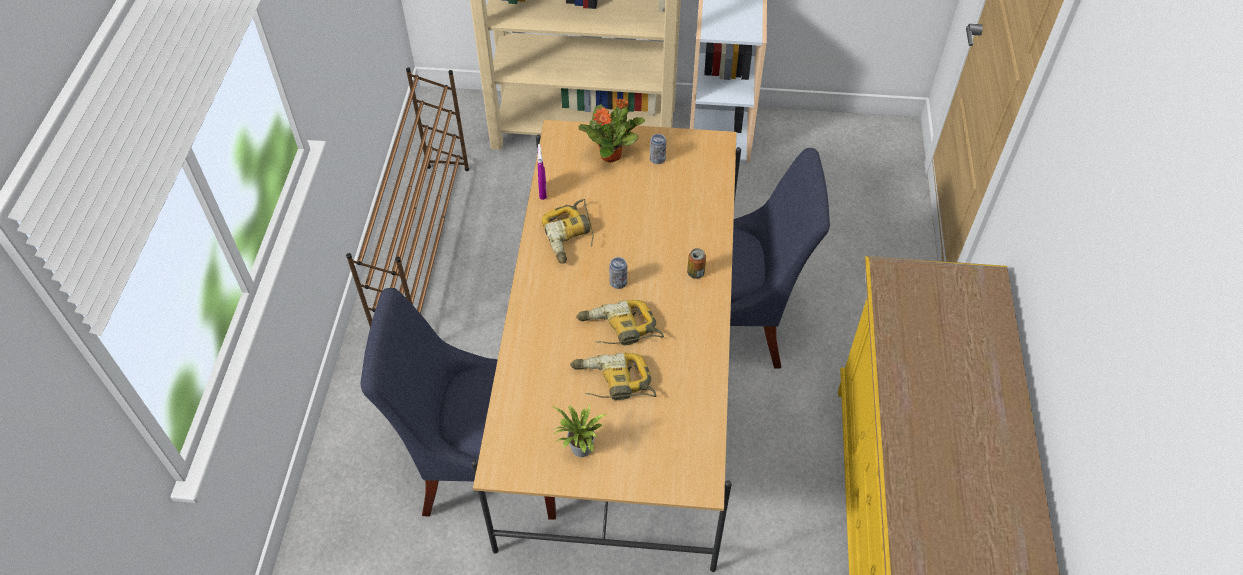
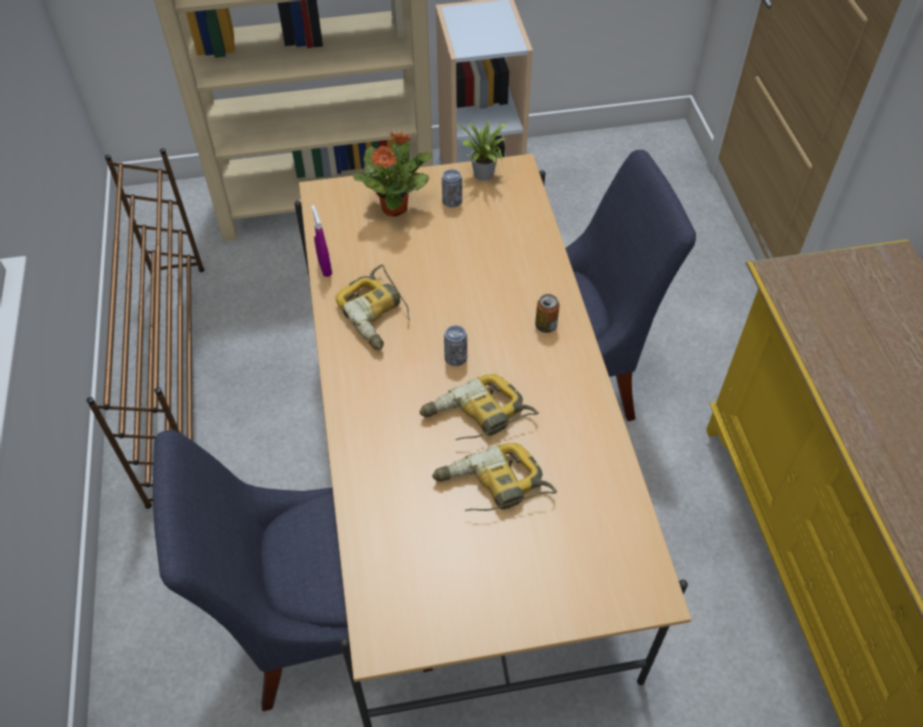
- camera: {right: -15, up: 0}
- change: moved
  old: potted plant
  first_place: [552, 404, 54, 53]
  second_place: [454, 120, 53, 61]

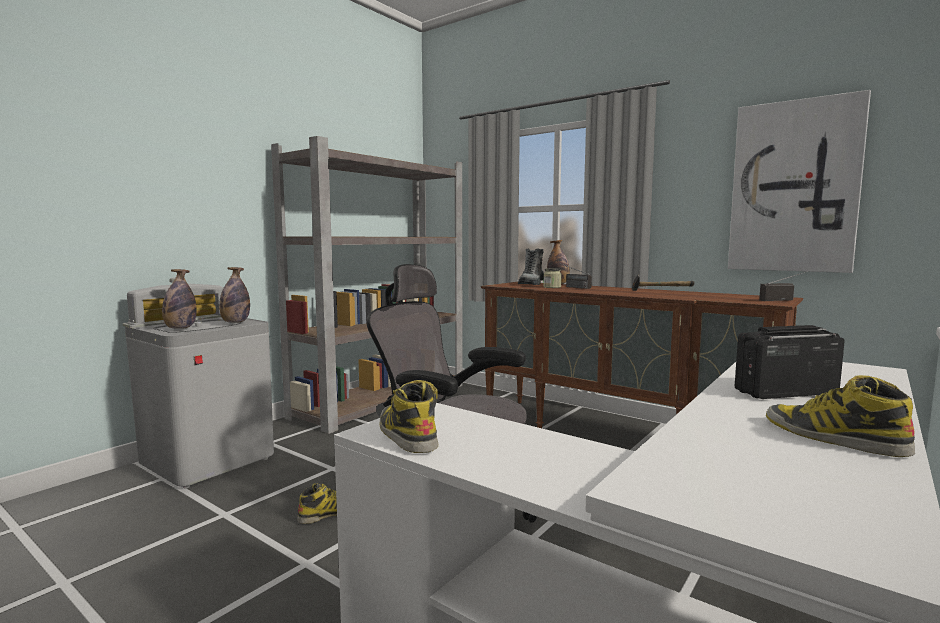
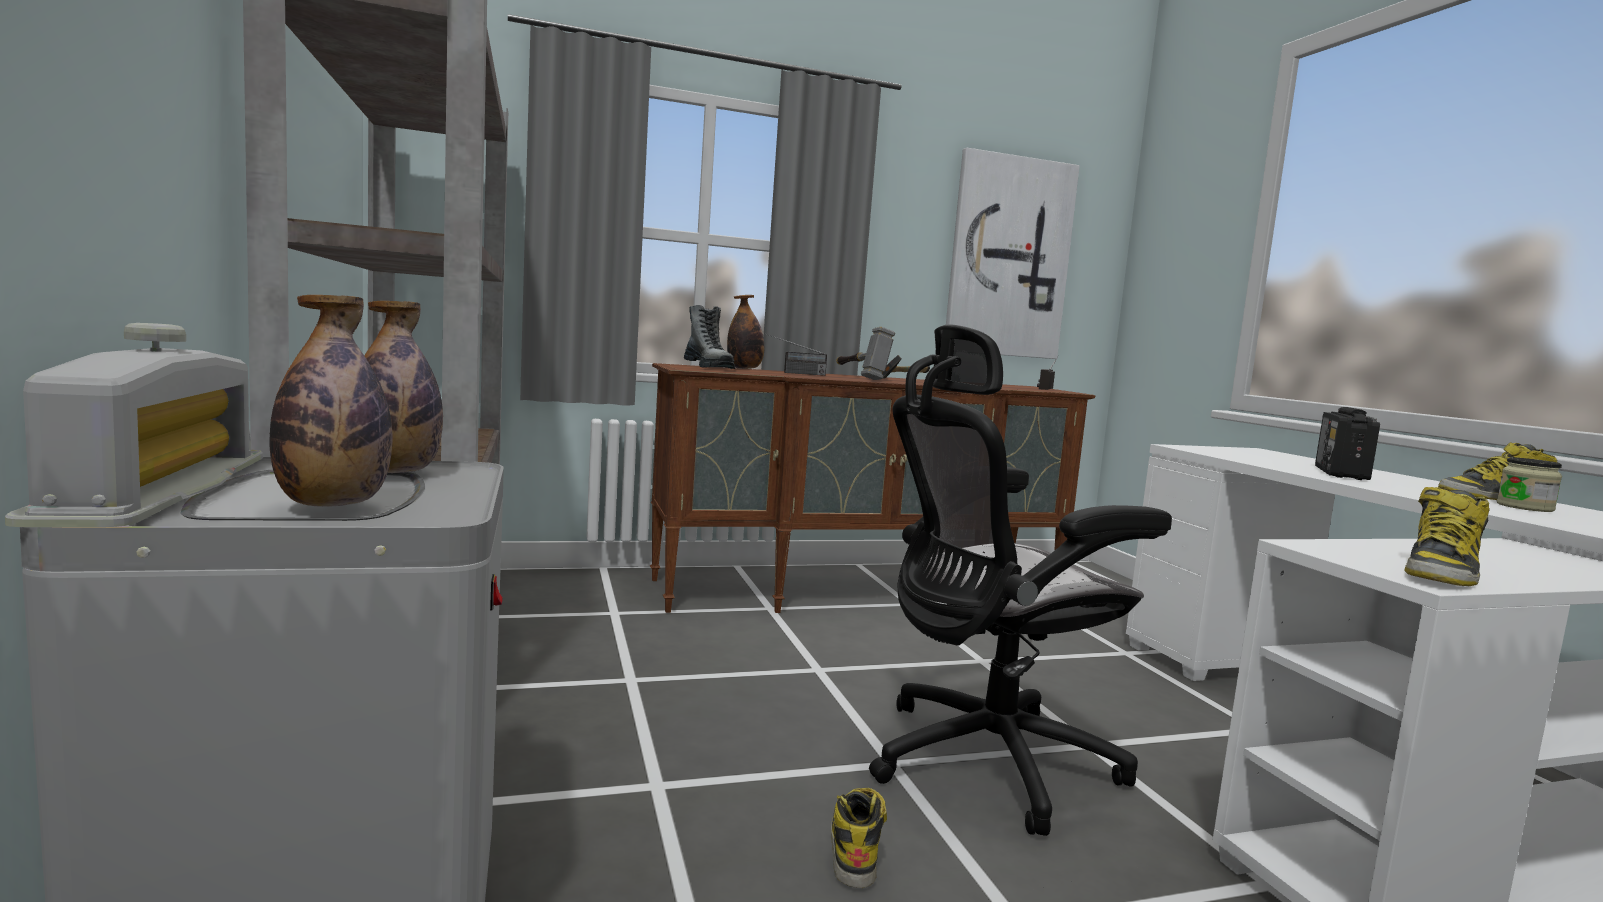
- camera: {right: -55, up: 0}
- change: turned
  old: boot
  first_place: [379, 380, 59, 73]
  second_place: [1404, 487, 86, 99]
  degrees: -60
- change: moved
  old: jar
  first_place: [543, 268, 18, 20]
  second_place: [1497, 457, 65, 55]
- change: added
  new: hammer
  second_place: [836, 327, 59, 53]

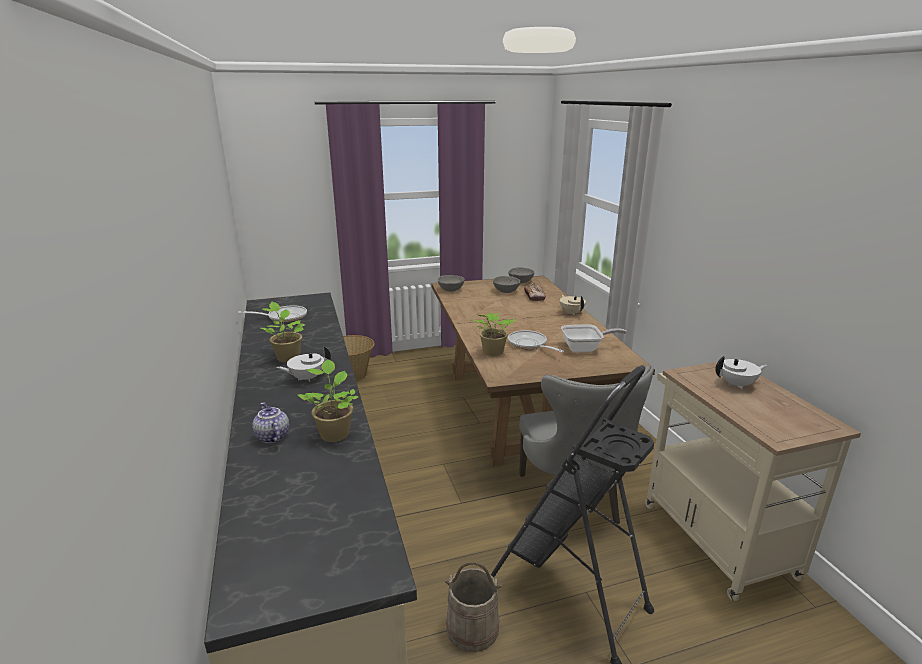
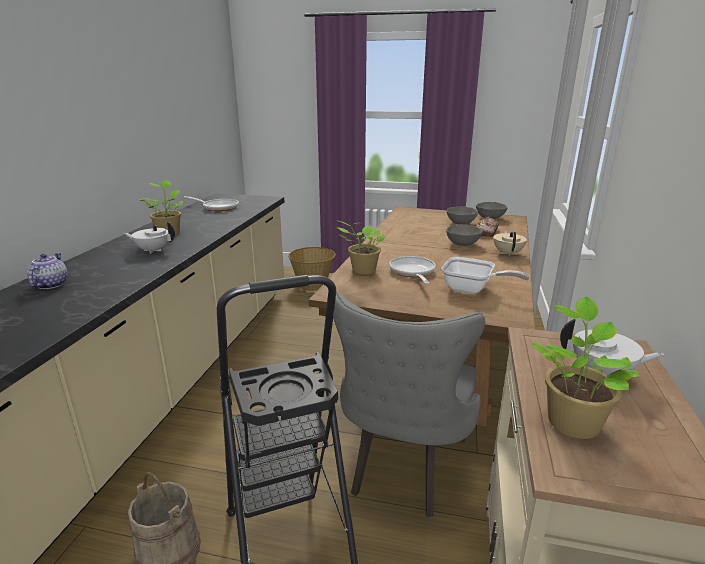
- camera: {right: 30, up: 0}
- change: moved
  old: potted plant
  first_place: [298, 359, 60, 83]
  second_place: [532, 296, 109, 143]
- change: moved
  old: grey bowl
  first_place: [438, 275, 27, 17]
  second_place: [446, 224, 37, 22]

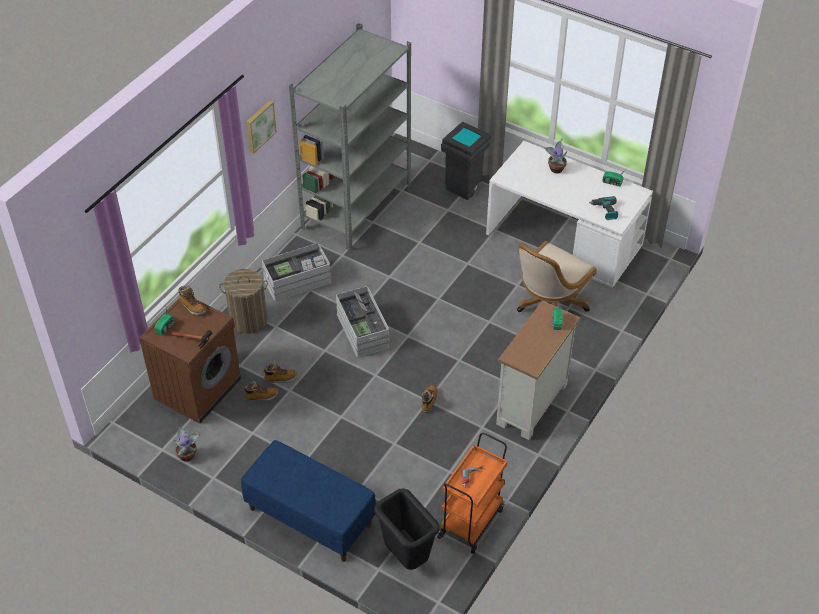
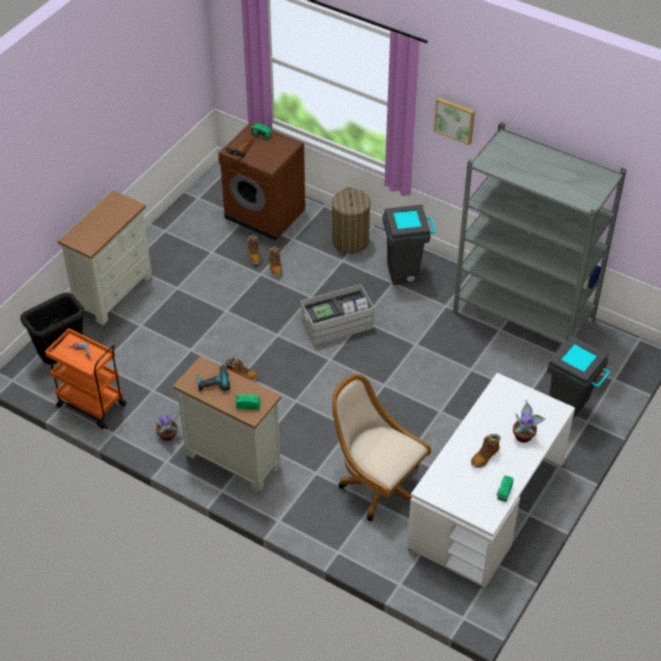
- camera: {right: 90, up: 0}
- change: moved
  old: potted plant
  first_place: [173, 425, 27, 37]
  second_place: [153, 409, 27, 32]
- change: moved
  old: boot
  first_place: [179, 286, 27, 29]
  second_place: [471, 434, 29, 34]
- change: replaced
  old: blue bench
  new: white dresser
  first_place: [241, 440, 135, 122]
  second_place: [58, 190, 94, 135]
- change: replaced
  old: grey storage box
  new: grey trash can
  first_place: [262, 243, 70, 58]
  second_place: [383, 205, 53, 80]
- change: moved
  old: power drill
  first_place: [589, 196, 29, 24]
  second_place: [196, 364, 34, 27]

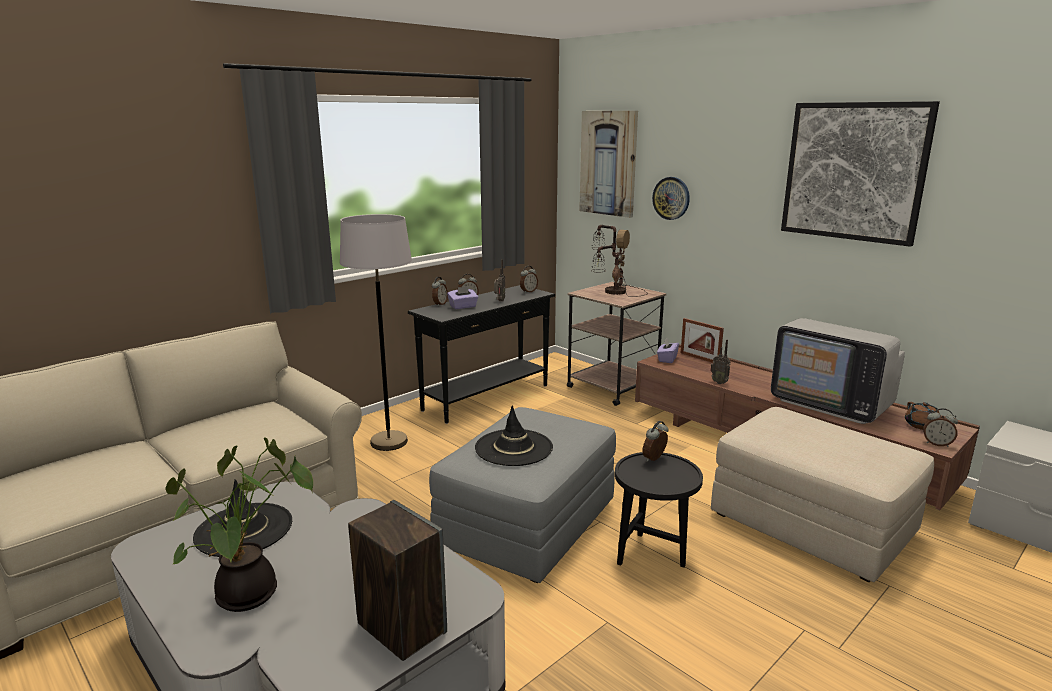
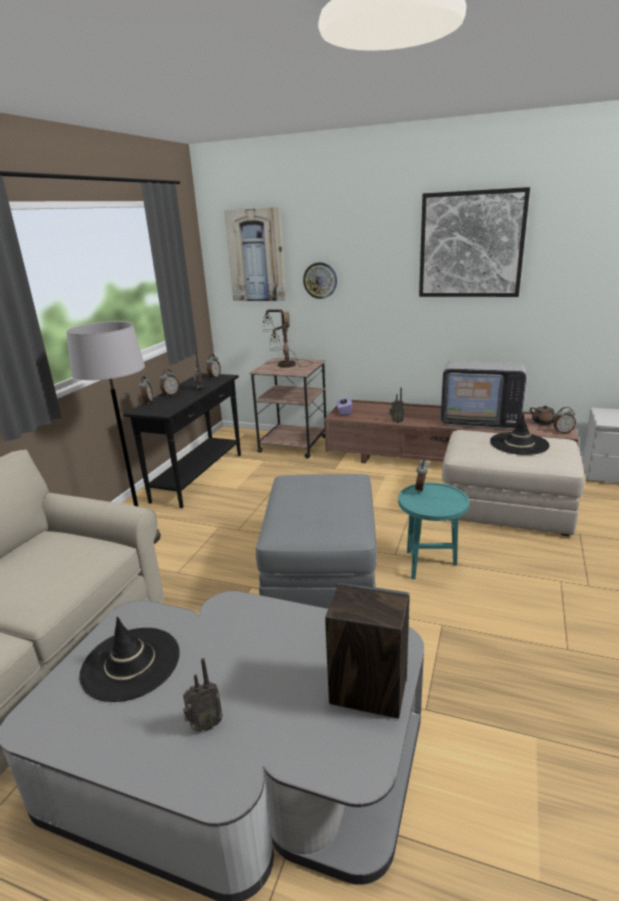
- camera: {right: -25, up: 5}
- change: replaced
  old: potted plant
  new: radio
  first_place: [165, 437, 148, 175]
  second_place: [183, 658, 40, 74]
- change: removed
  old: purple tissue box
  first_place: [447, 286, 31, 23]
- change: moved
  old: black hat
  first_place: [475, 405, 78, 61]
  second_place: [490, 413, 60, 42]
- change: recoloured
  old: black side table
  new: turquoise side table
  first_place: [615, 452, 88, 116]
  second_place: [398, 483, 71, 96]
- change: removed
  old: picture frame
  first_place: [681, 318, 43, 45]

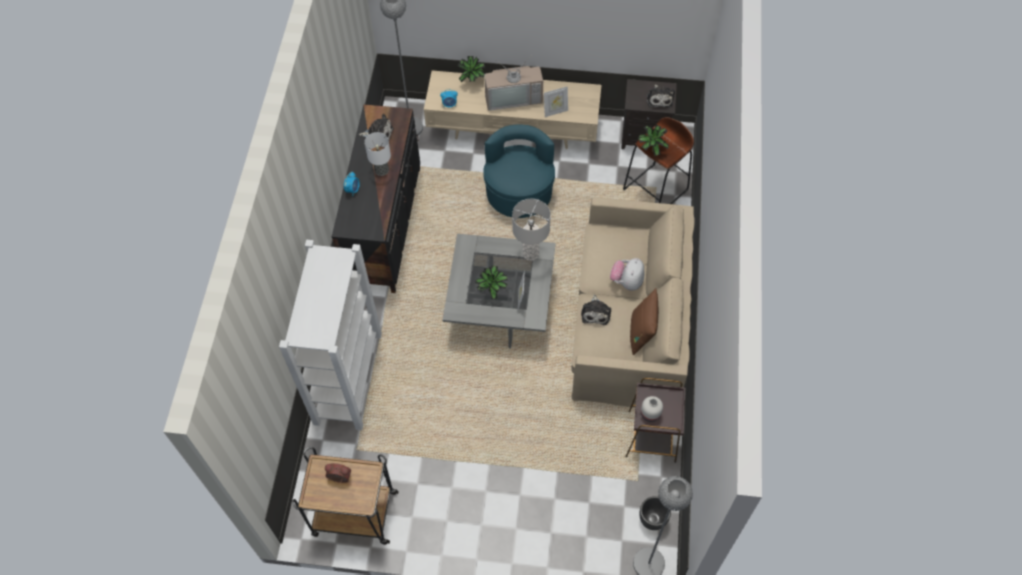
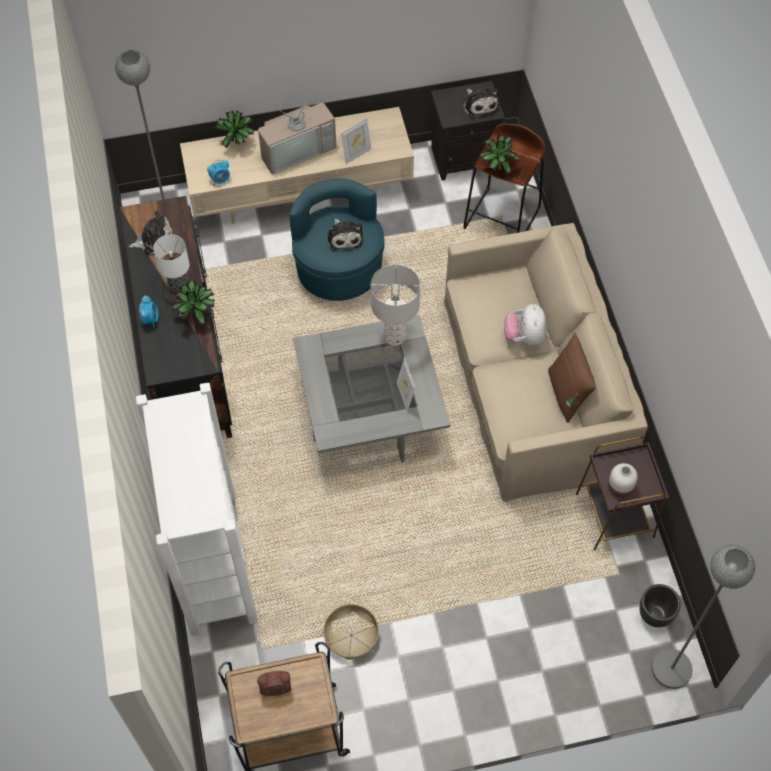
- camera: {right: -20, up: 0}
- change: moved
  old: potted plant
  first_place: [475, 265, 33, 35]
  second_place: [172, 281, 43, 44]
- change: moved
  old: plush toy
  first_place: [581, 295, 30, 30]
  second_place: [327, 218, 36, 34]
- change: added
  new: basket
  second_place: [323, 604, 56, 56]

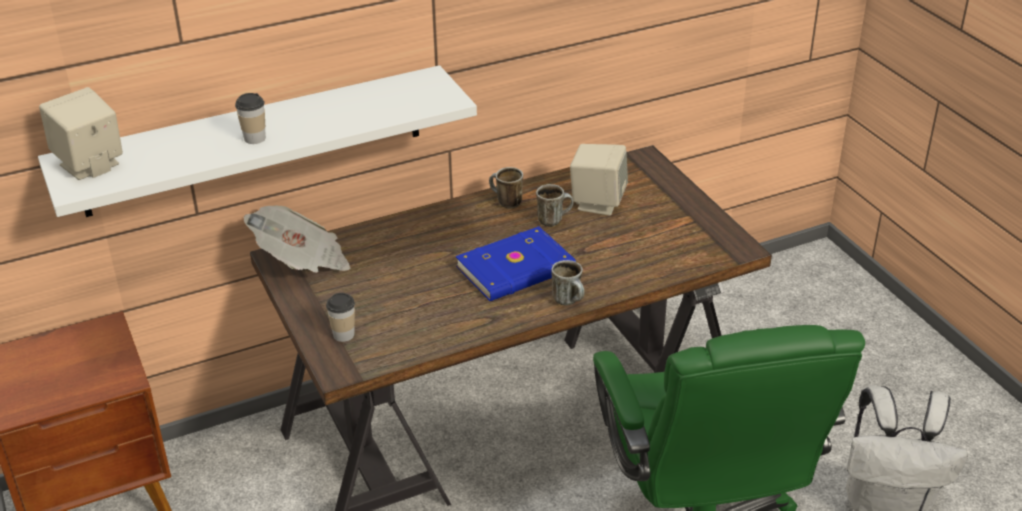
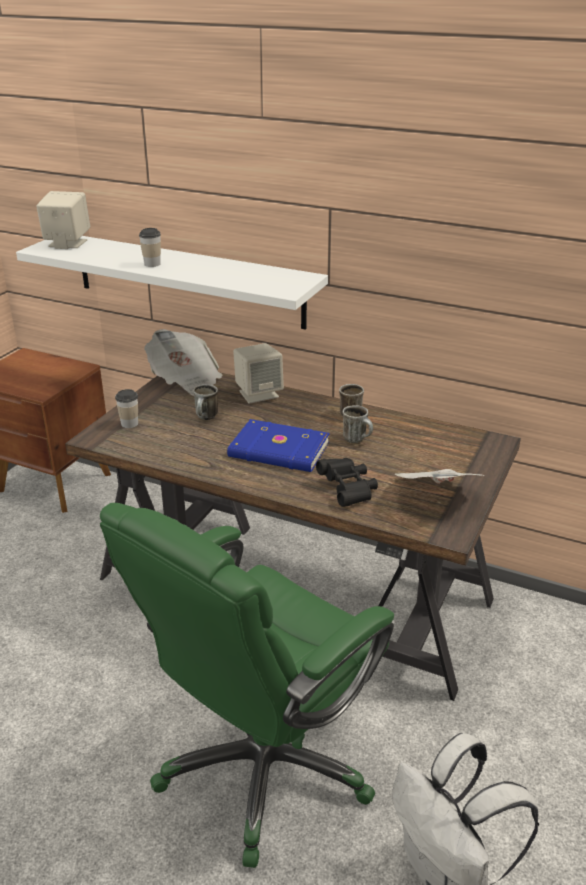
- camera: {right: 50, up: -5}
- change: moved
  old: mug
  first_place: [551, 260, 33, 46]
  second_place: [193, 384, 25, 36]
- change: moved
  old: beige speaker
  first_place: [570, 144, 58, 72]
  second_place: [233, 343, 51, 61]
- change: added
  new: black binoculars
  second_place: [316, 458, 62, 49]
- change: added
  new: newspaper
  second_place: [394, 469, 92, 15]

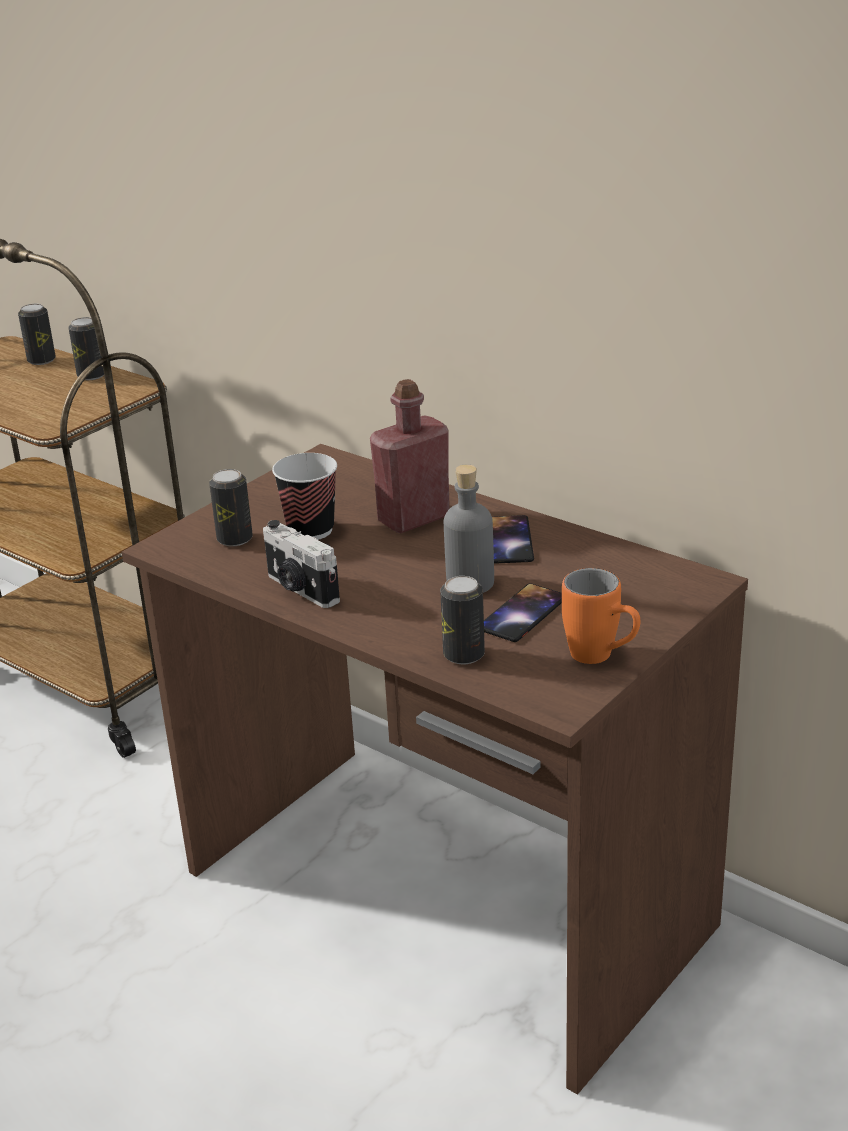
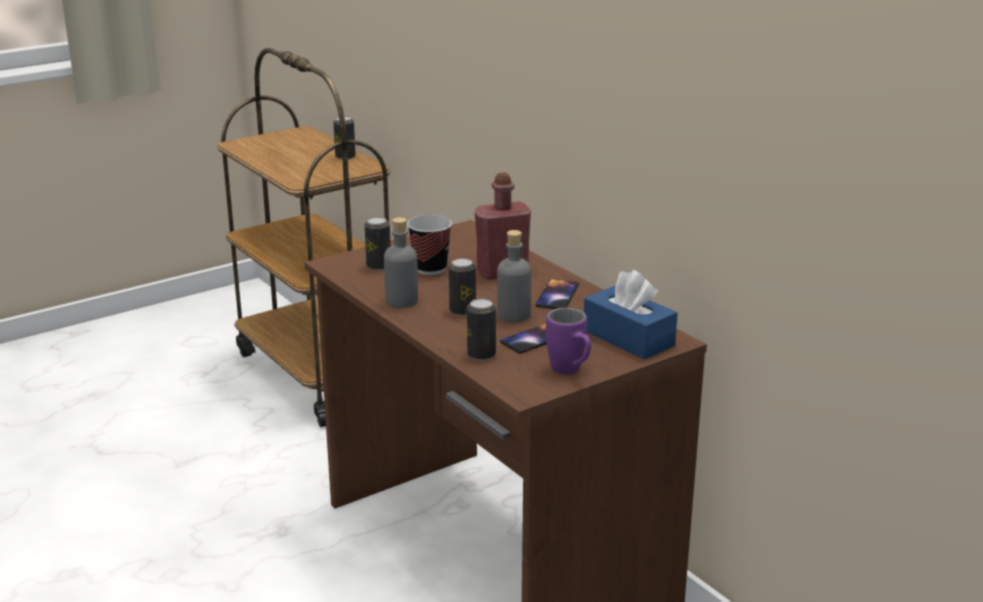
- camera: {right: 15, up: -5}
- change: moved
  old: can
  first_place: [18, 304, 38, 61]
  second_place: [449, 258, 27, 58]
- change: replaced
  old: photo camera
  new: grey bottle
  first_place: [263, 520, 77, 88]
  second_place: [384, 217, 34, 91]
- change: recoloured
  old: orange mug
  new: purple mug
  first_place: [562, 568, 78, 96]
  second_place: [546, 307, 45, 68]
- change: added
  new: blue tissue box
  second_place: [584, 270, 94, 90]

